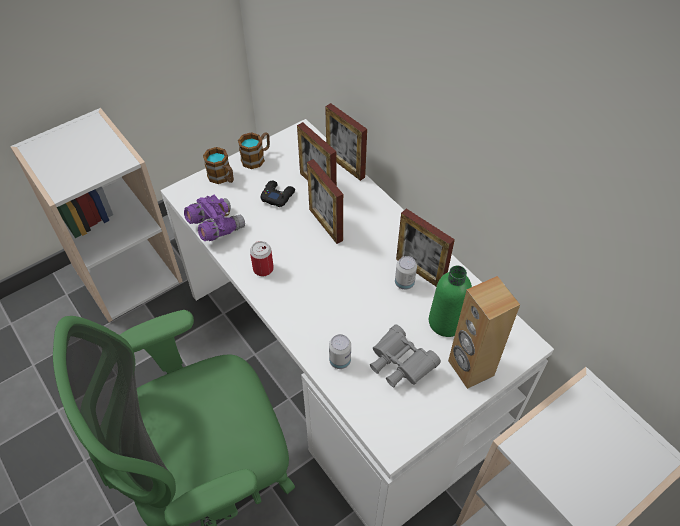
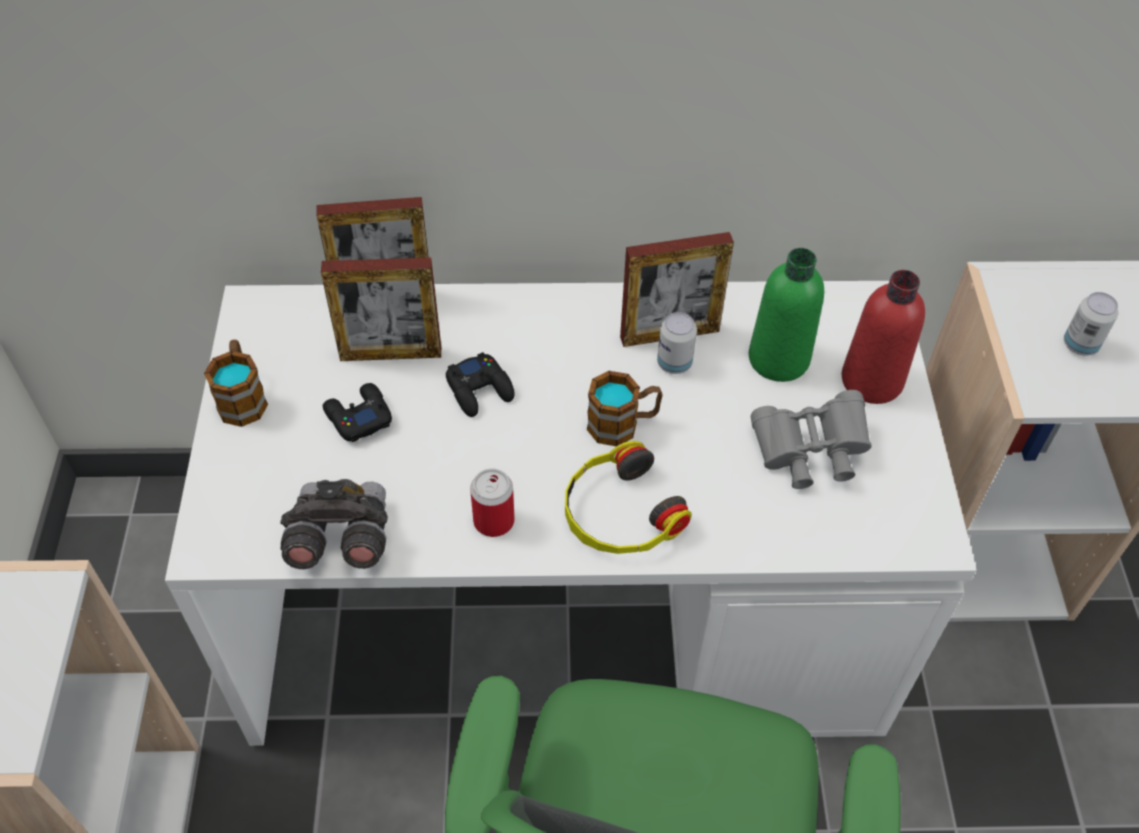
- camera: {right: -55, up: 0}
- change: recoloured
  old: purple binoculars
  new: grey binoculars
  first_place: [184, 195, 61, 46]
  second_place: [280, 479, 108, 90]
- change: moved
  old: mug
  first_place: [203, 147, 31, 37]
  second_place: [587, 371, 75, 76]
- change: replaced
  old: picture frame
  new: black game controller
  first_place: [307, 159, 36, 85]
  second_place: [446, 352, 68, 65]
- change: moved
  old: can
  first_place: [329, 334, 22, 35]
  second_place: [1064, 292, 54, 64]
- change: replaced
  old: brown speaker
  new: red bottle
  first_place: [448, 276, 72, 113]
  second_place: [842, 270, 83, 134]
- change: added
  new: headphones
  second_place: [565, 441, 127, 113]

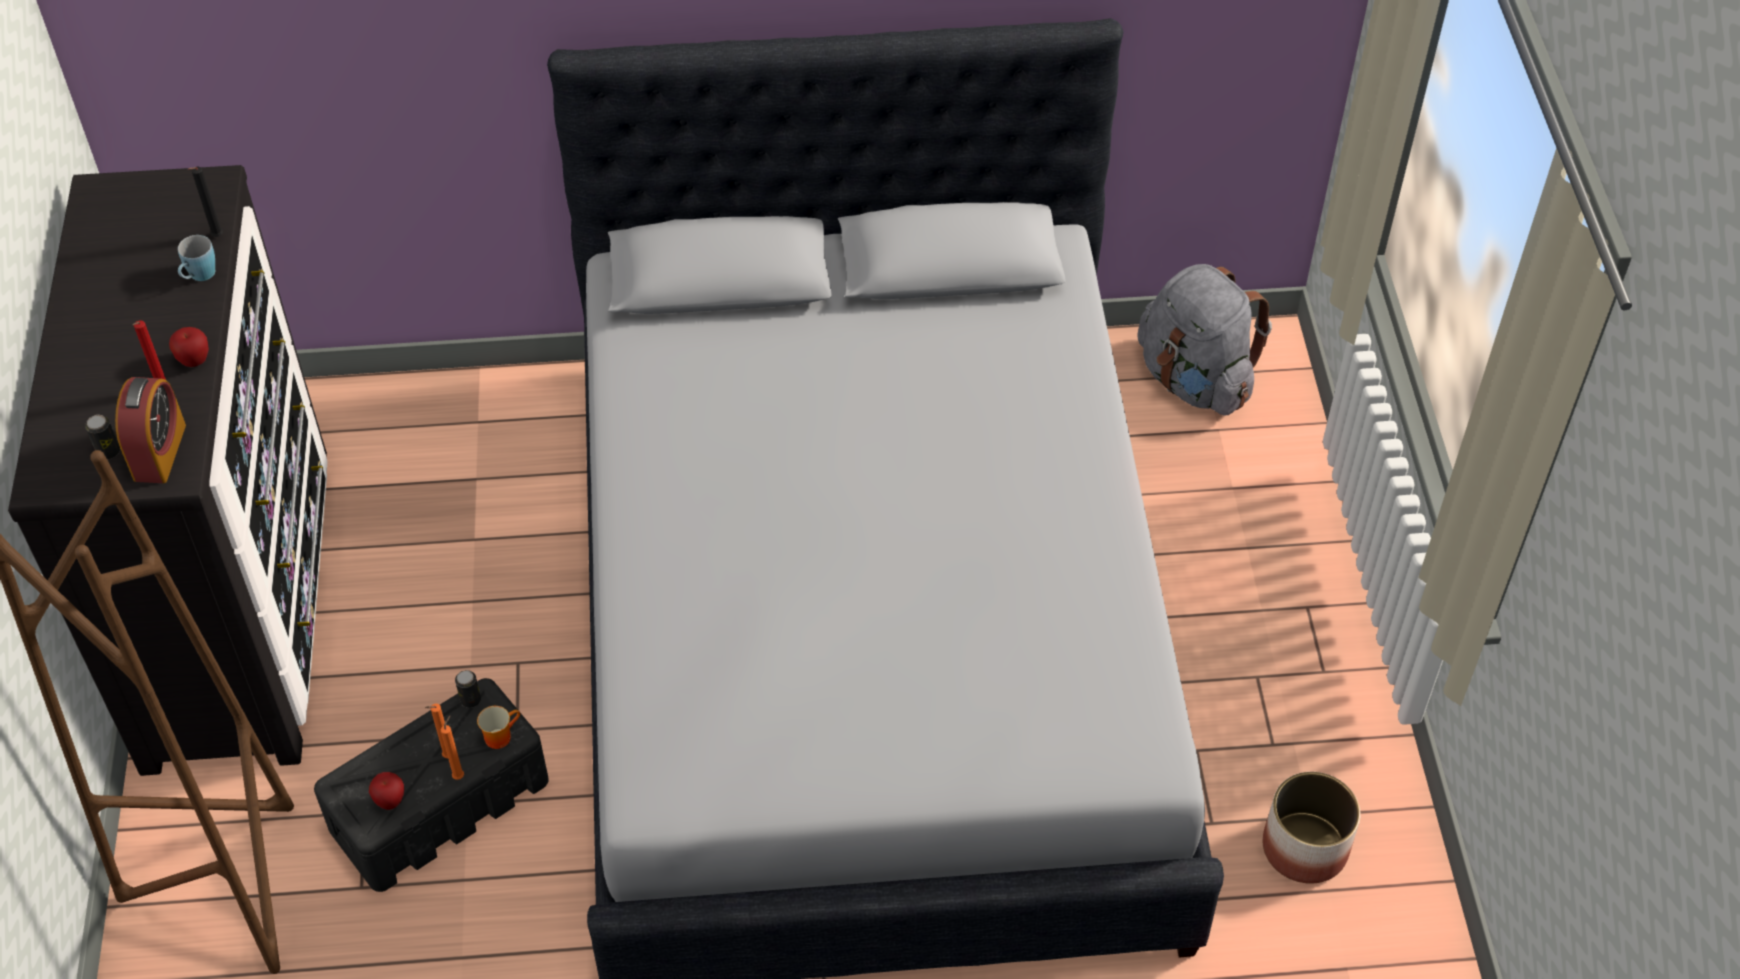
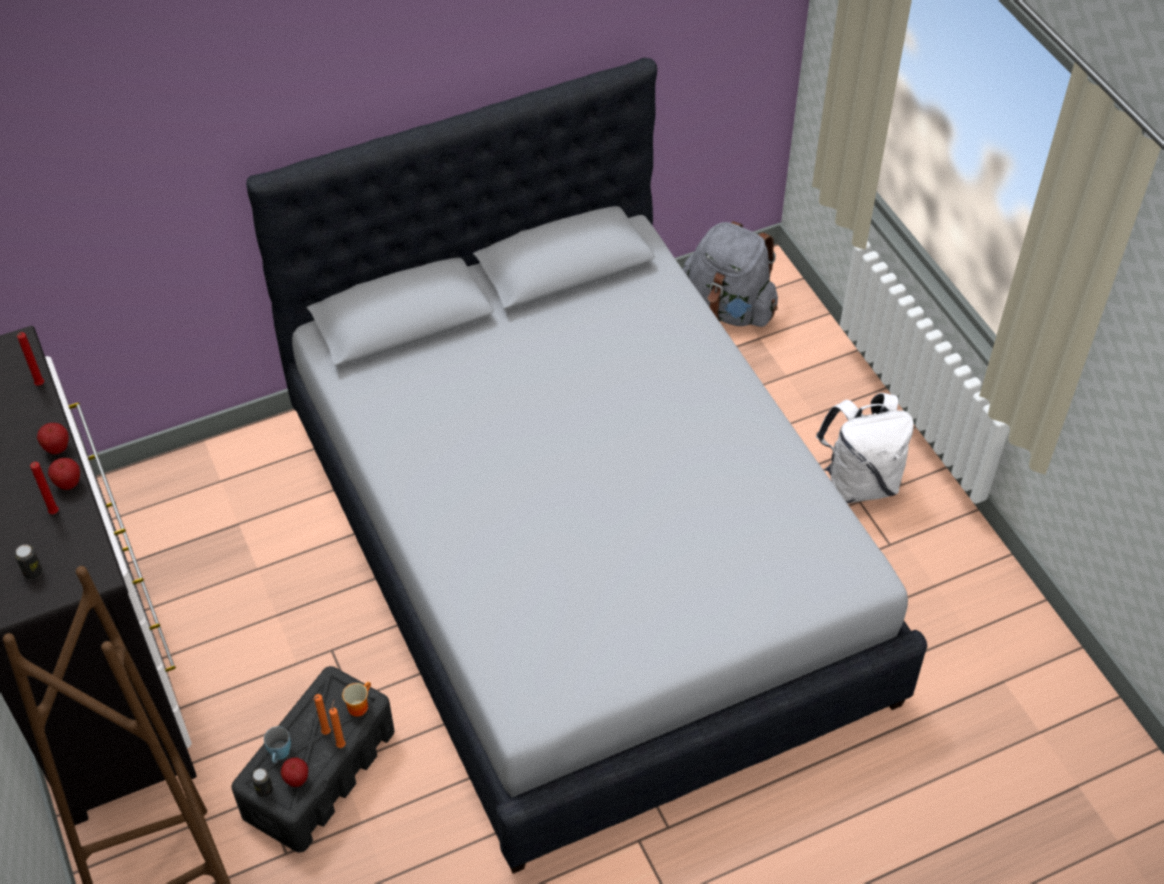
- camera: {right: -20, up: 0}
- change: removed
  old: alarm clock
  first_place: [115, 377, 71, 106]
- change: moved
  old: blue mug
  first_place: [178, 235, 37, 46]
  second_place: [264, 727, 27, 36]
- change: recoloured
  old: black candle
  new: red candle
  first_place: [188, 167, 35, 70]
  second_place: [16, 332, 28, 54]
- change: moved
  old: can
  first_place: [455, 670, 26, 38]
  second_place: [252, 768, 21, 29]
- change: removed
  old: planter
  first_place: [1263, 772, 98, 112]
- change: added
  new: apple
  second_place: [37, 423, 32, 31]
- change: added
  new: white backpack
  second_place: [816, 393, 98, 111]

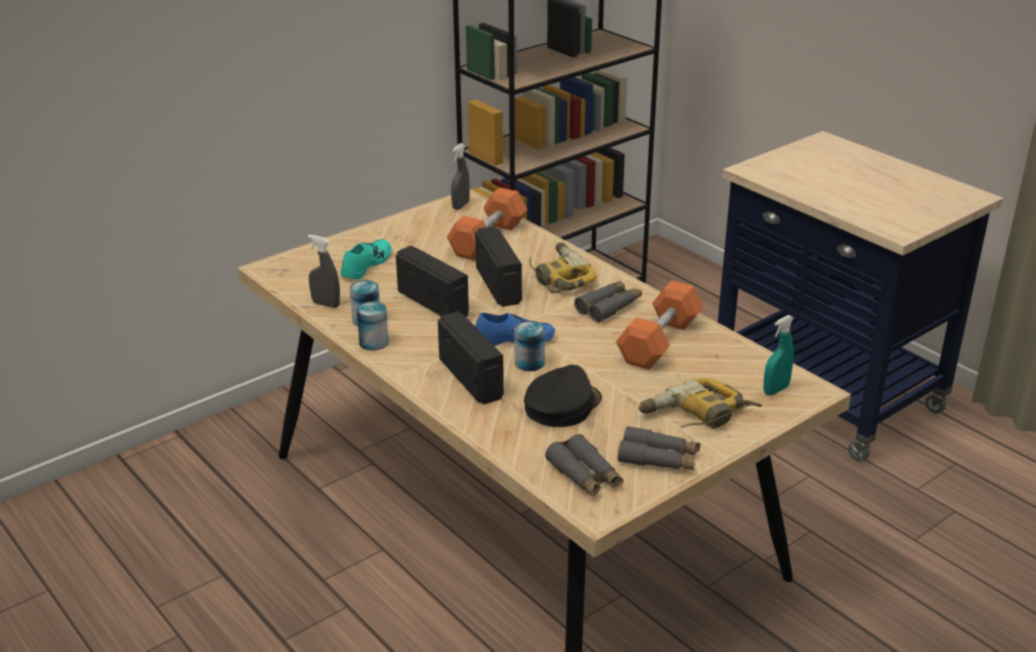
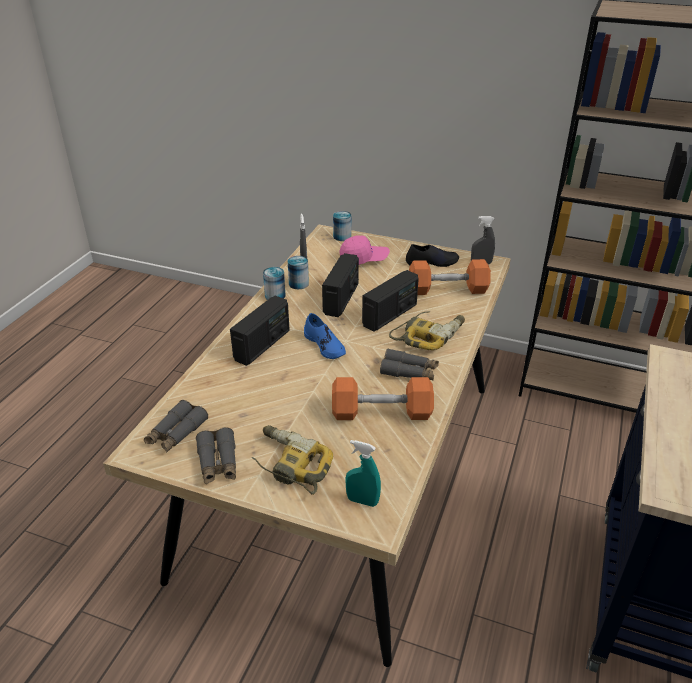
- camera: {right: 60, up: 5}
- change: replaced
  old: turquoise shoe
  new: pink cap
  first_place: [341, 239, 50, 41]
  second_place: [340, 236, 50, 29]
- change: moved
  old: can
  first_place: [514, 321, 31, 50]
  second_place: [333, 211, 18, 30]
- change: removed
  old: black cap
  first_place: [524, 365, 78, 62]
- change: added
  new: black shoe
  second_place: [406, 244, 53, 23]

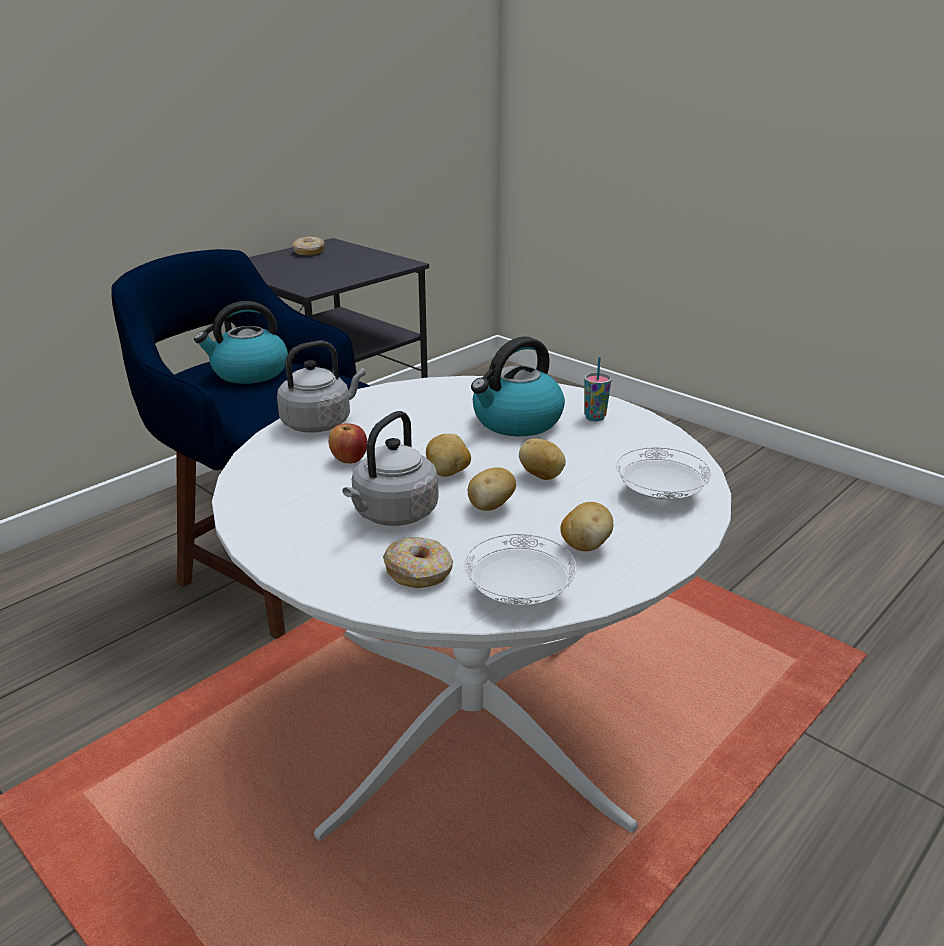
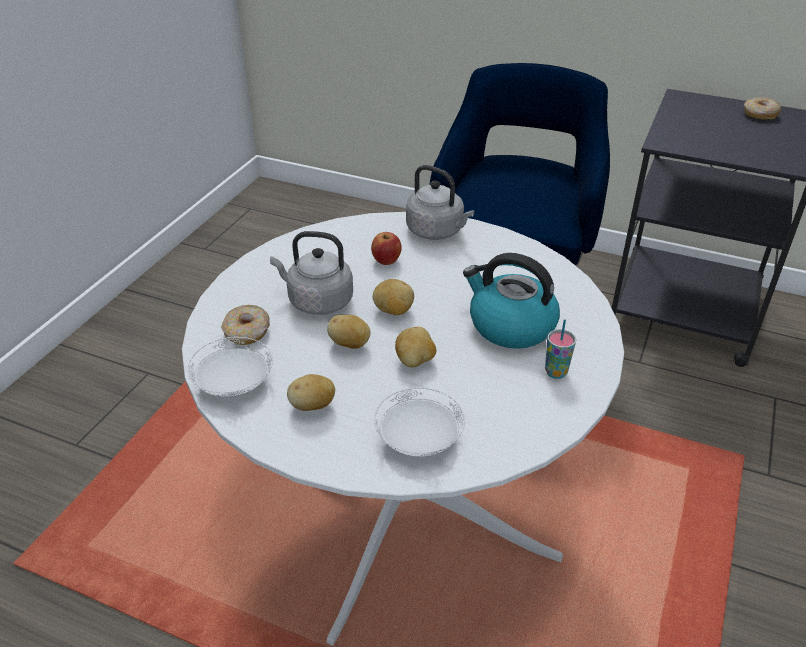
- camera: {right: 70, up: 10}
- change: removed
  old: kettle
  first_place: [194, 301, 94, 83]

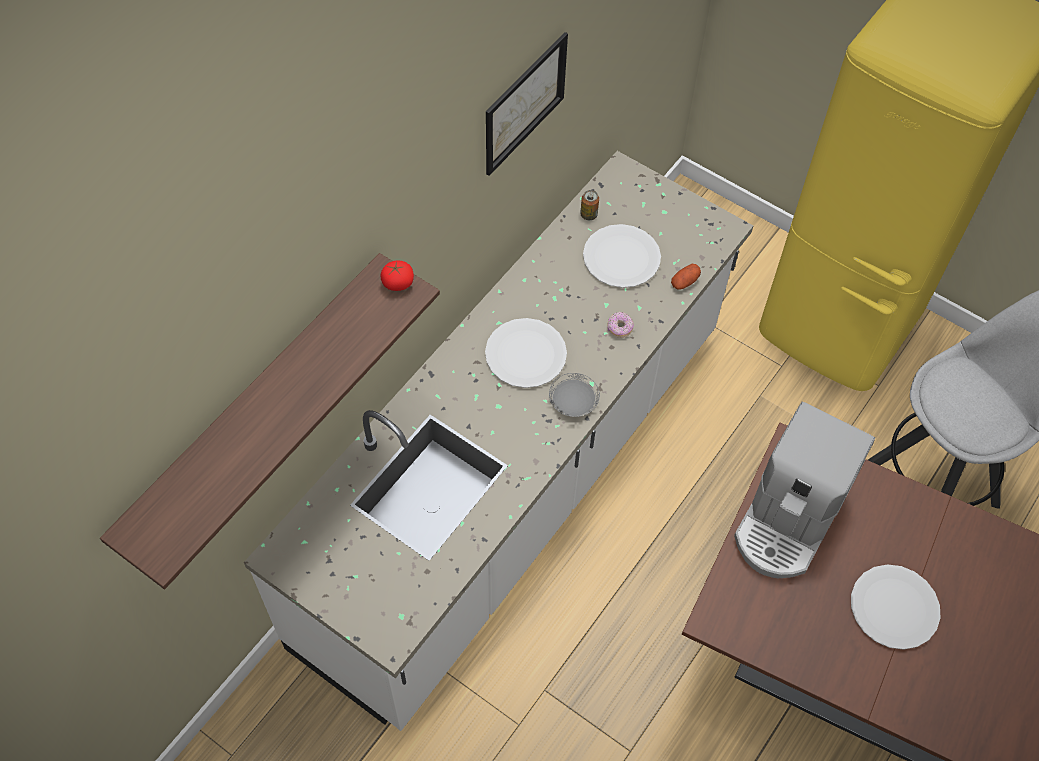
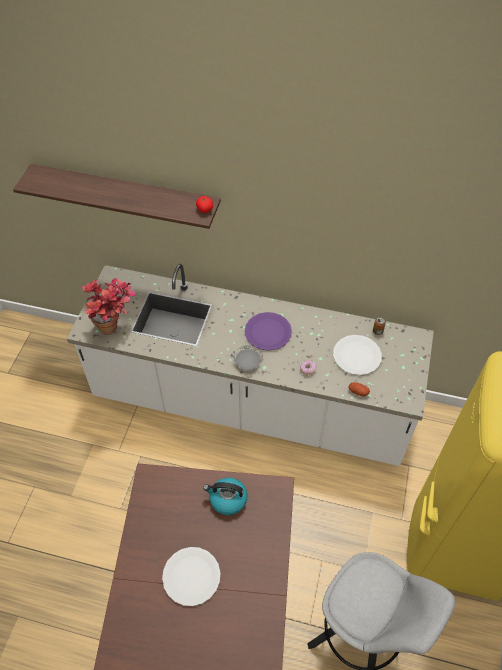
- camera: {right: 70, up: -5}
- change: recoloured
  old: white plate
  new: purple plate
  first_place: [485, 318, 82, 70]
  second_place: [245, 312, 47, 39]
- change: removed
  old: picture
  first_place: [486, 32, 82, 144]
- change: replaced
  old: coffee machine
  new: kettle
  first_place: [734, 401, 141, 177]
  second_place: [203, 478, 44, 37]
- change: added
  new: potted plant
  second_place: [82, 278, 53, 57]

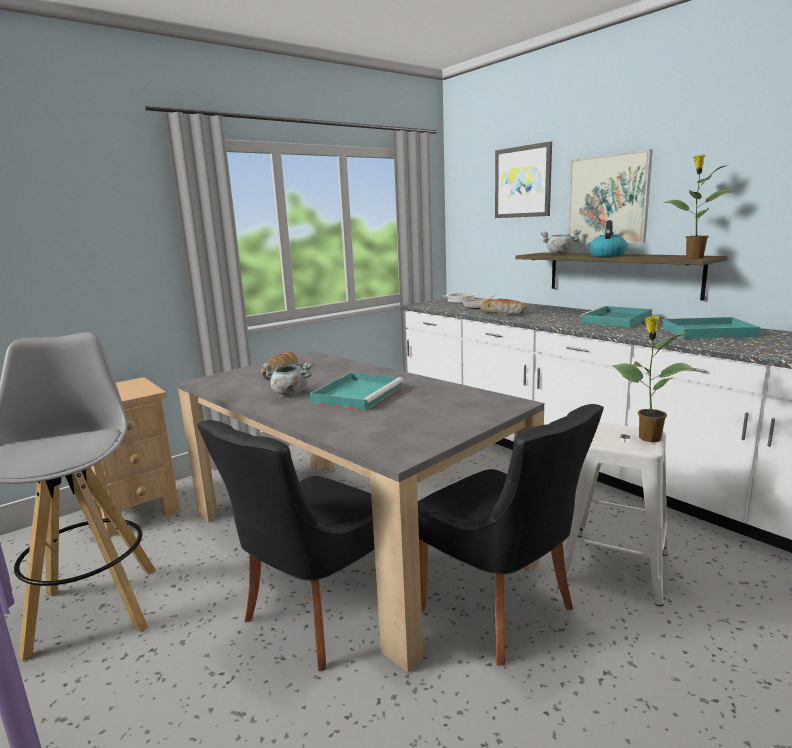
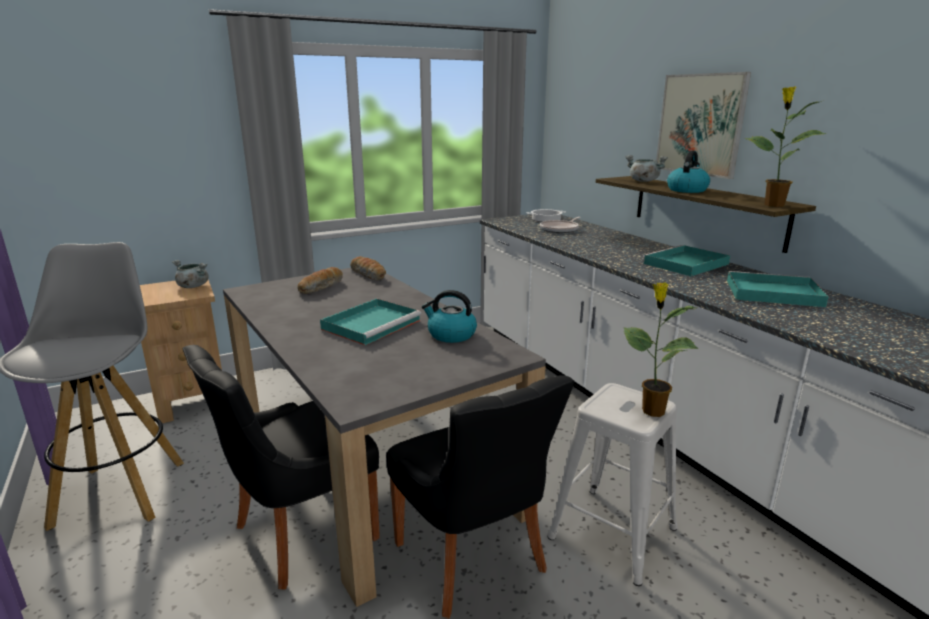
- camera: {right: 10, up: 5}
- change: moved
  old: grey cooking pot
  first_place: [261, 362, 52, 33]
  second_place: [172, 260, 37, 28]
- change: moved
  old: bread
  first_place: [480, 298, 47, 17]
  second_place: [350, 256, 36, 24]
- change: removed
  old: picture
  first_place: [495, 141, 57, 77]
- change: added
  new: kettle
  second_place: [422, 290, 55, 53]

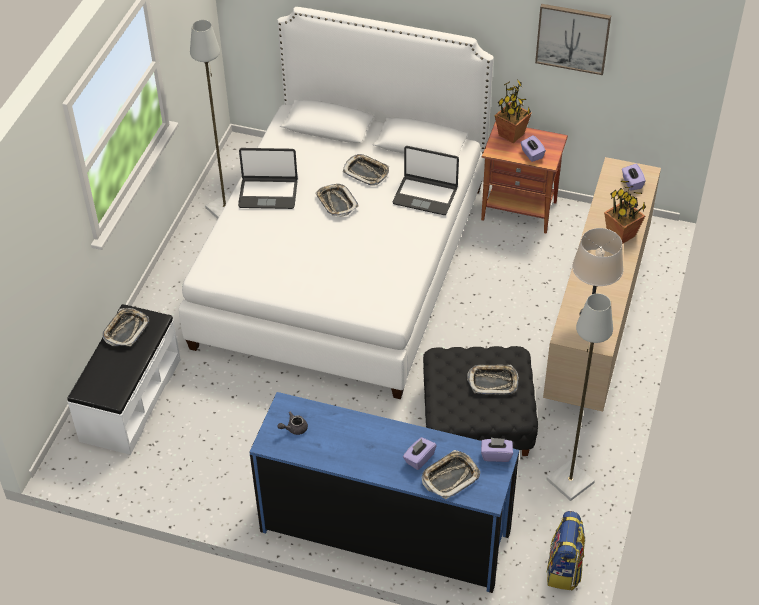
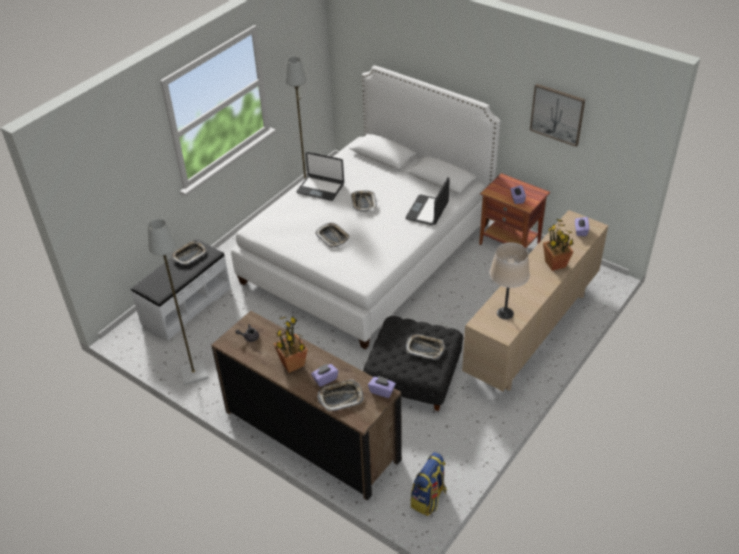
- camera: {right: 20, up: -5}
- change: recoloured
  old: blue dresser
  new: brown dresser
  first_place: [249, 392, 270, 201]
  second_place: [211, 311, 191, 190]
- change: moved
  old: tray
  first_place: [343, 154, 46, 32]
  second_place: [315, 223, 35, 25]
- change: turned
  old: laptop
  first_place: [393, 146, 66, 69]
  second_place: [406, 177, 44, 49]
  degrees: 75
- change: moved
  old: potted plant
  first_place: [495, 79, 37, 64]
  second_place: [273, 316, 35, 57]
- change: moved
  old: grey floor lamp
  first_place: [547, 293, 66, 208]
  second_place: [148, 219, 60, 167]

